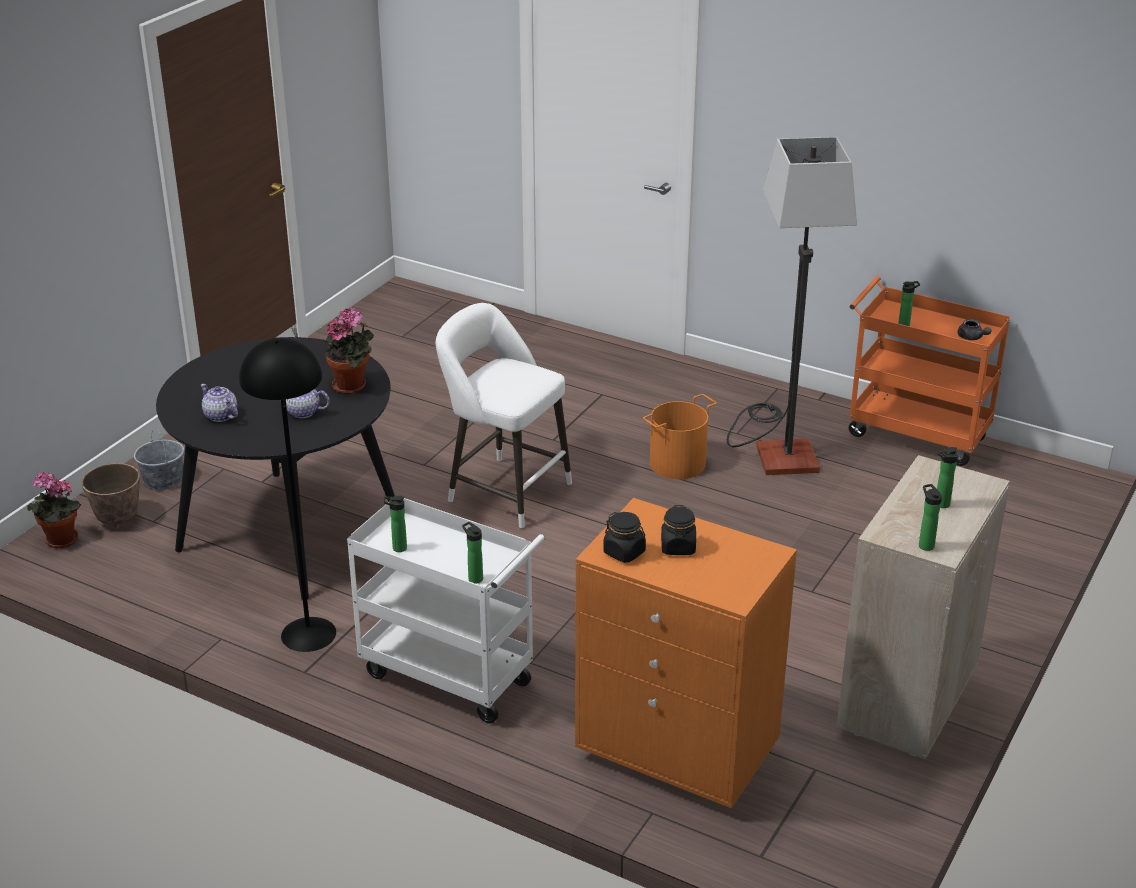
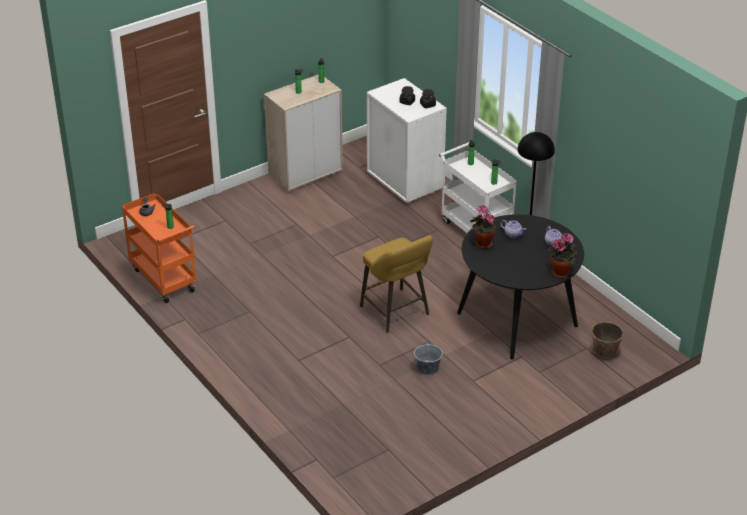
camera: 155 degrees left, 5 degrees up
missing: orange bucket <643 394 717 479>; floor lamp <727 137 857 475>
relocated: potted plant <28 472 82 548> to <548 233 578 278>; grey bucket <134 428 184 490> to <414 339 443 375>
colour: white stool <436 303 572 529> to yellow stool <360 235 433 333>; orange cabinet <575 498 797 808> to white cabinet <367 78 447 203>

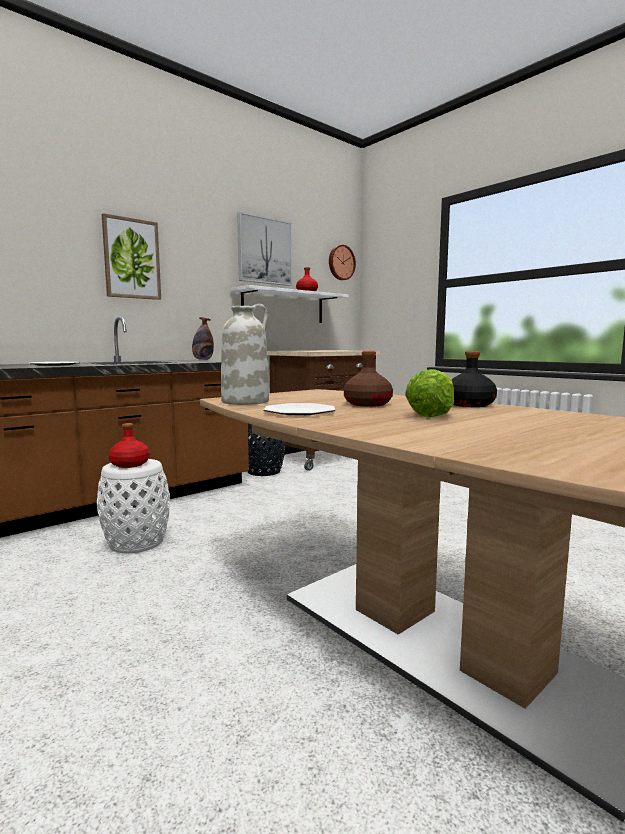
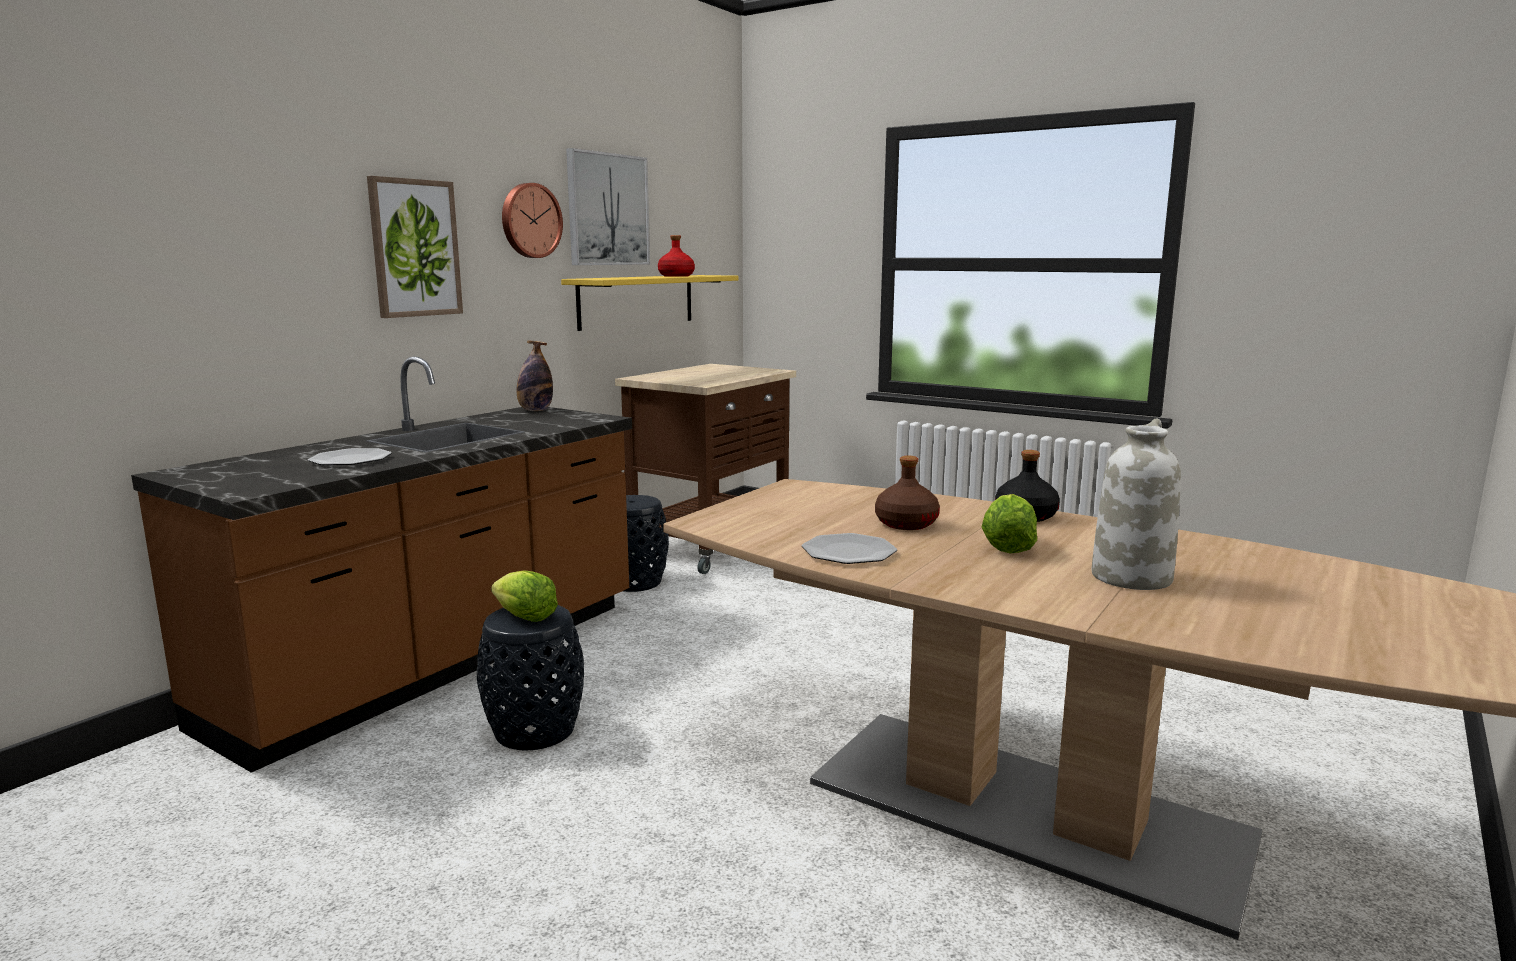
camera: 15 degrees left, 5 degrees up
relocated: white vase <221 304 269 405> to <1092 418 1181 590>; wall clock <329 245 356 280> to <502 183 563 258>
exchanged: red bottle <108 423 150 468> to lettuce <491 570 558 622>
colour: white stool <97 459 170 553> to black stool <477 605 584 750>; white shelf <231 285 349 323> to yellow shelf <561 275 738 331>

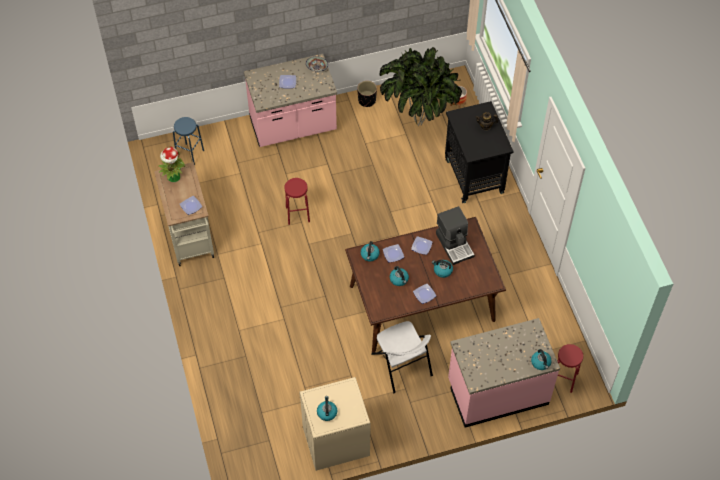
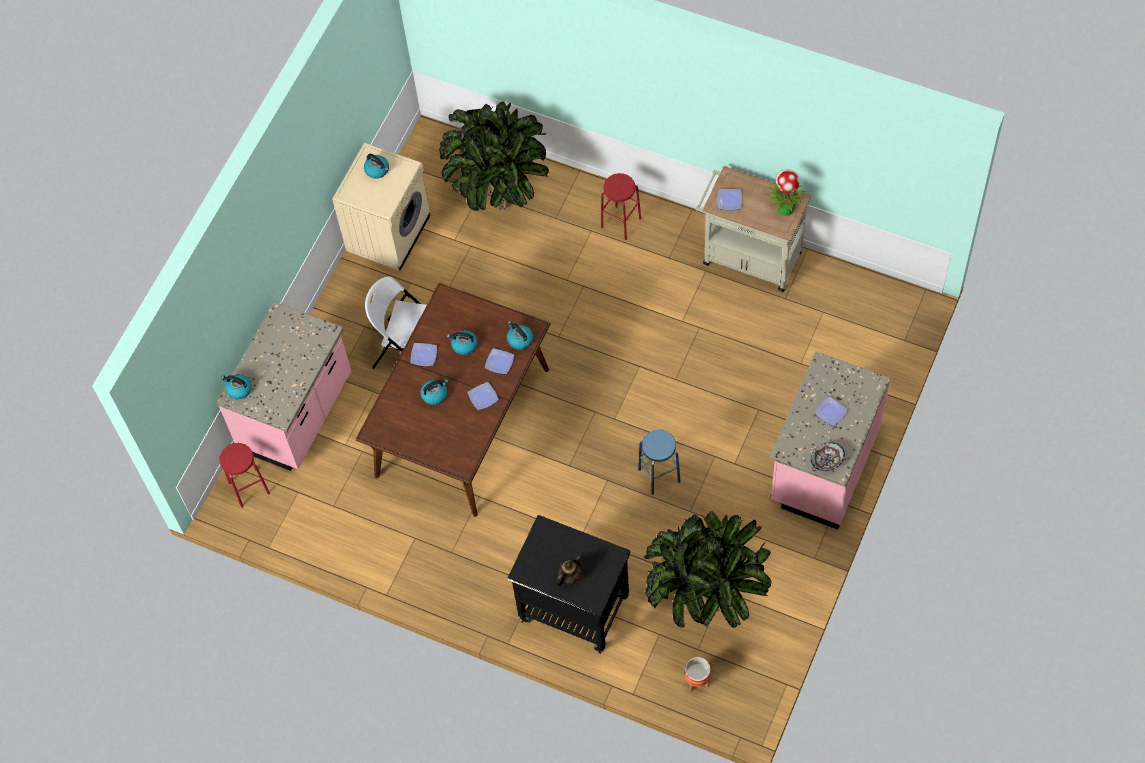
camera: 135 degrees right, 5 degrees up
missing: black planter <357 81 377 107>; coffee machine <436 206 475 265>
appeared: potted plant <439 101 549 211>
relocated: blue stool <173 117 204 165> to <638 430 680 495>; red stool <284 178 310 225> to <601 173 641 240>

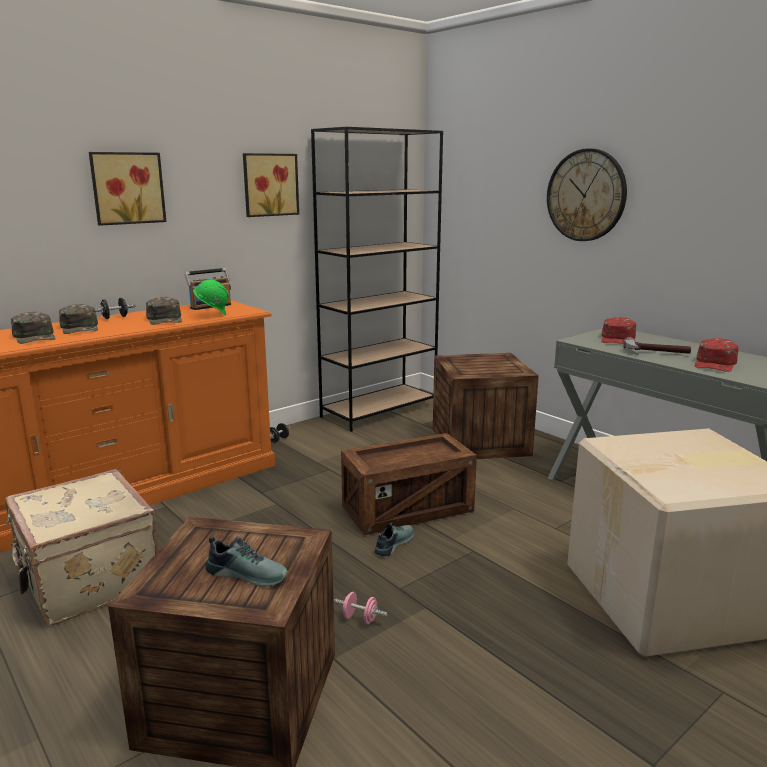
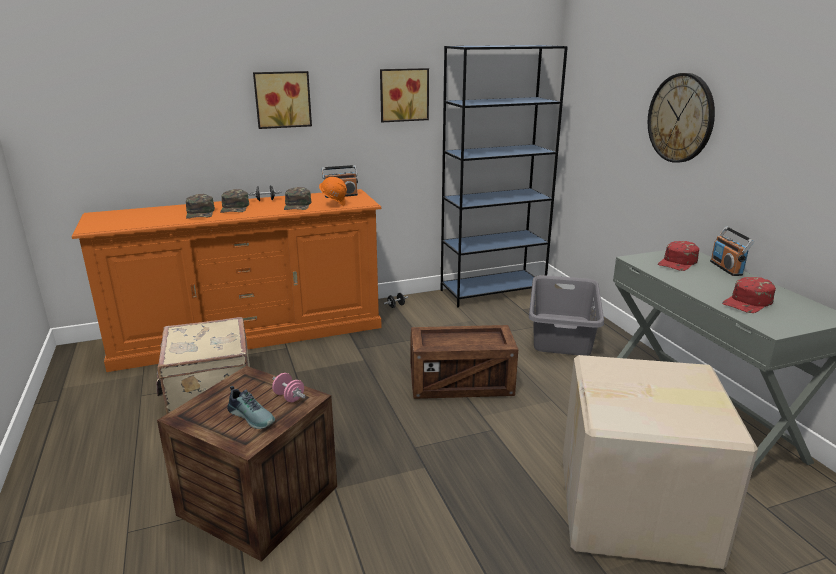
camera: 20 degrees right, 5 degrees up
missing: shoe <375 523 414 556>; hammer <623 337 691 355>
appeared: radio <710 226 754 276>
relocated: pink dumbbell <334 592 387 624> to <272 373 305 402>
exchanged: crate <433 353 539 459> to grey laundry basket <529 275 604 356>
colour: green hard hat <193 280 229 316> to orange hard hat <319 177 347 206>; beige bookcase <311 127 443 432> to blue bookcase <441 45 568 307>

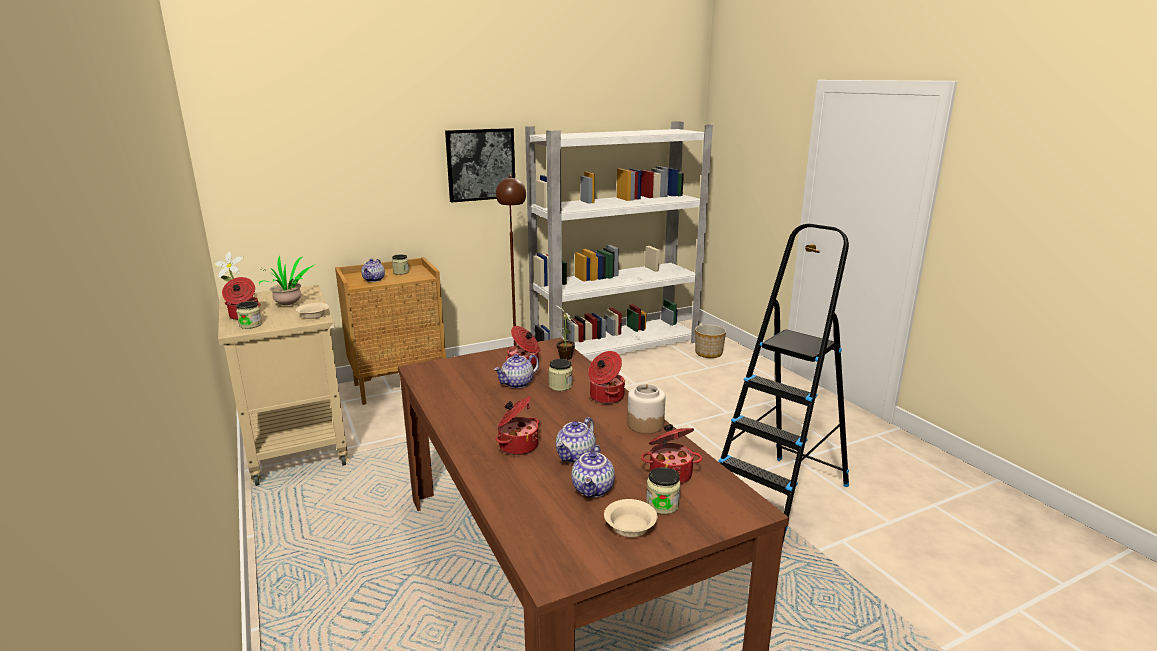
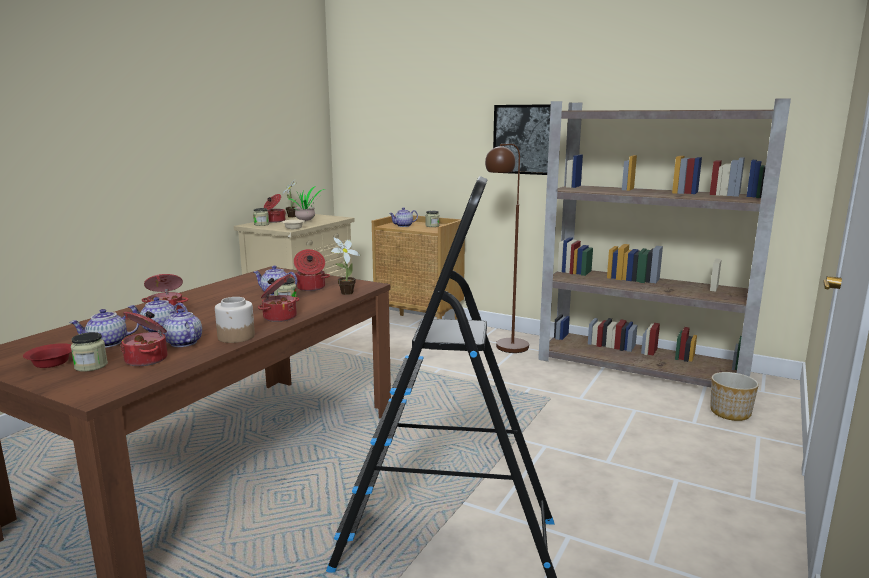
camera: 55 degrees right, 5 degrees down
appeared: teapot <163 308 202 347>
colour: white bookcase <525 121 713 360> to brown bookcase <538 98 791 387>; beige bowl <604 499 657 538> to red bowl <23 343 72 368>

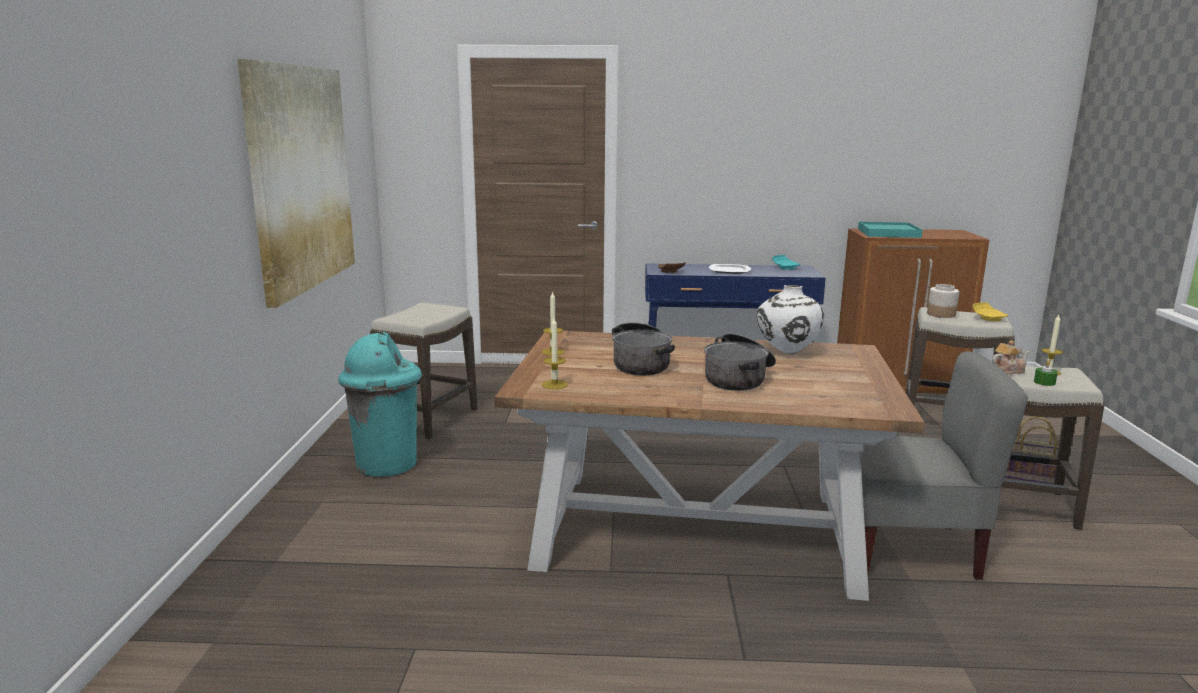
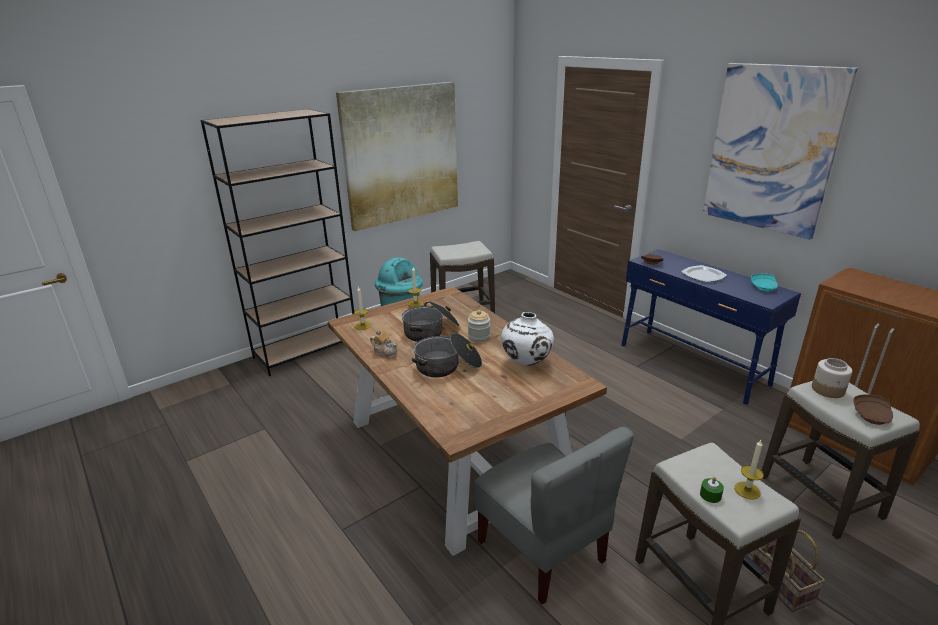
camera: 50 degrees right, 10 degrees up
missing: turquoise tray <858 222 923 238>
appeared: beige bookcase <201 109 355 376>; jar <468 310 490 342>; picture <703 63 858 240>
relocated: teapot <992 340 1030 375> to <370 330 397 359>
colour: yellow plate <973 302 1008 321> to brown plate <854 394 893 425>

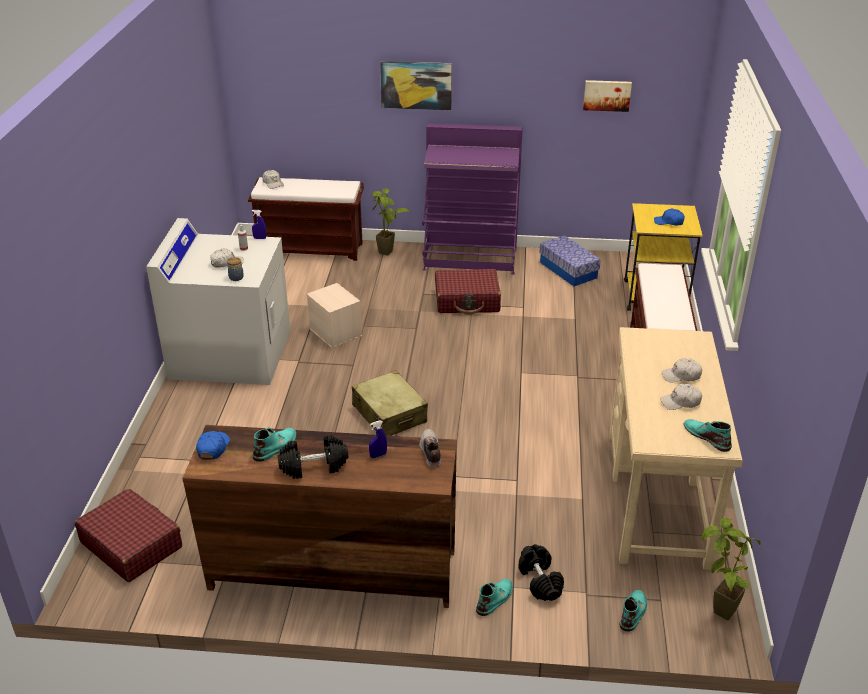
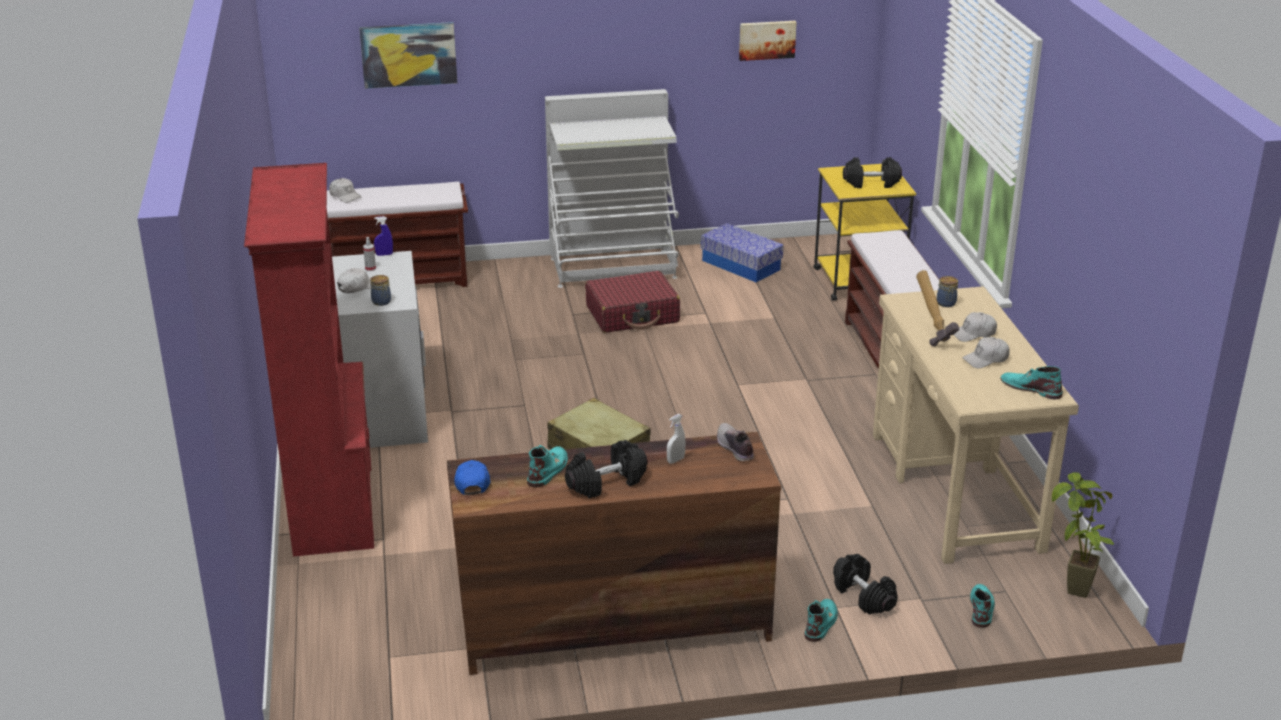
camera: 15 degrees left, 5 degrees down
missing: red suitcase <75 488 182 582>; beige storage box <307 283 362 348>; potted plant <372 188 410 256>
appeared: red bookcase <244 163 374 557>; hammer <916 270 959 346>; jar <937 276 958 307>
relocated: picture <380 61 452 110> to <359 22 457 89>
exchanged: blue cap <654 208 685 226> to black dumbbell <843 157 902 188>
colour: blue spray bottle <369 420 387 458> to white spray bottle <667 414 686 464>; purple shoe rack <422 123 523 275> to white shoe rack <545 89 679 288>

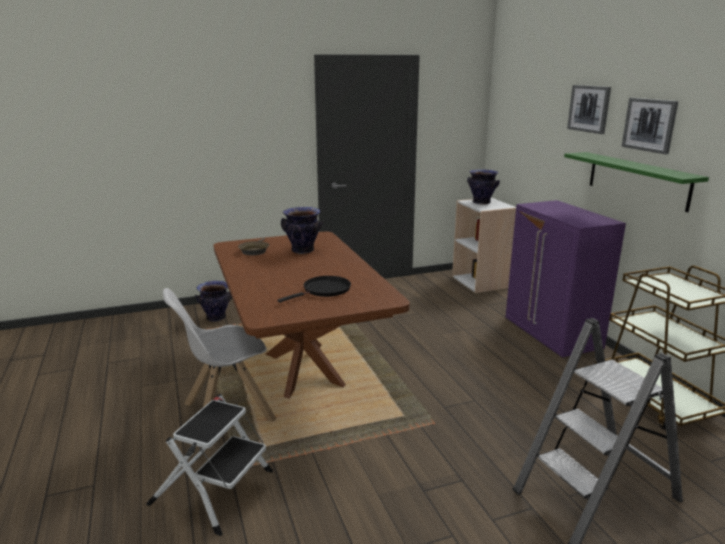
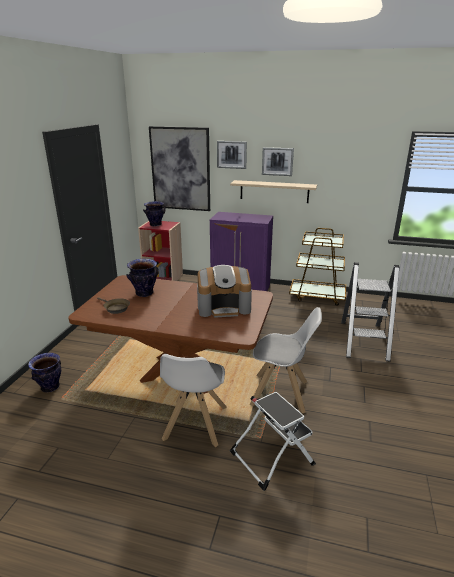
camera: 55 degrees left, 5 degrees up
appeared: picture <149 126 210 211>; chair <250 307 322 413>
exchanged: black frying pan <277 276 351 303> to coffee machine <197 265 252 318>
colour: white bookcase <452 198 516 293> to red bookcase <138 221 183 281>; green shelf <564 152 709 212> to beige shelf <230 180 317 203>

